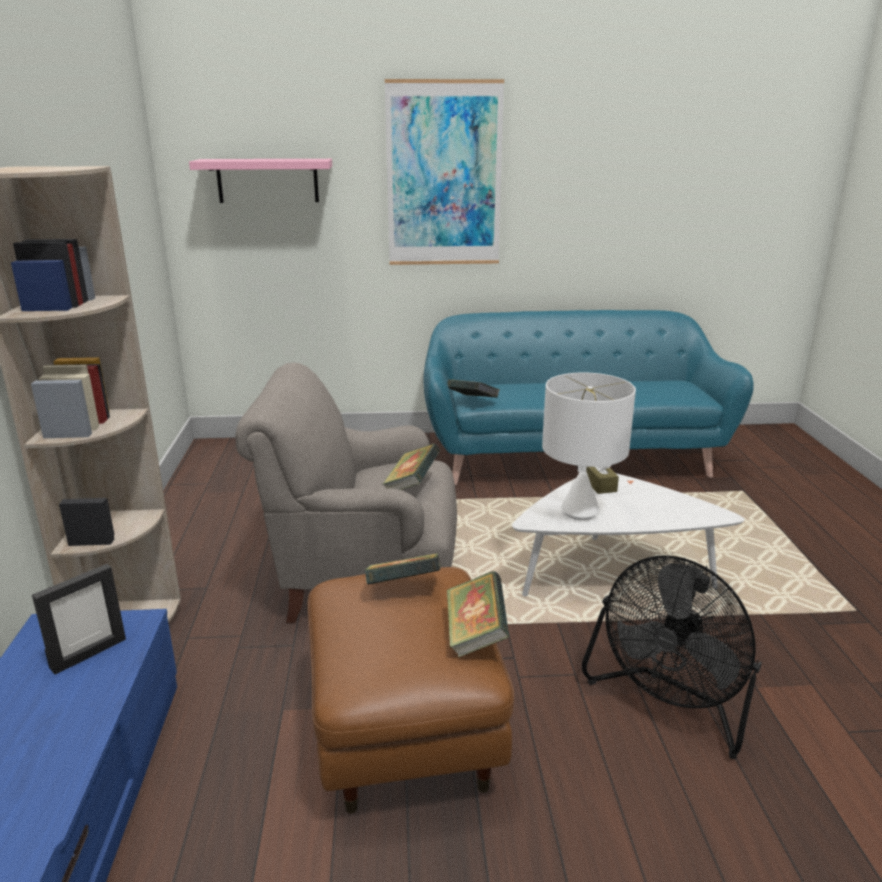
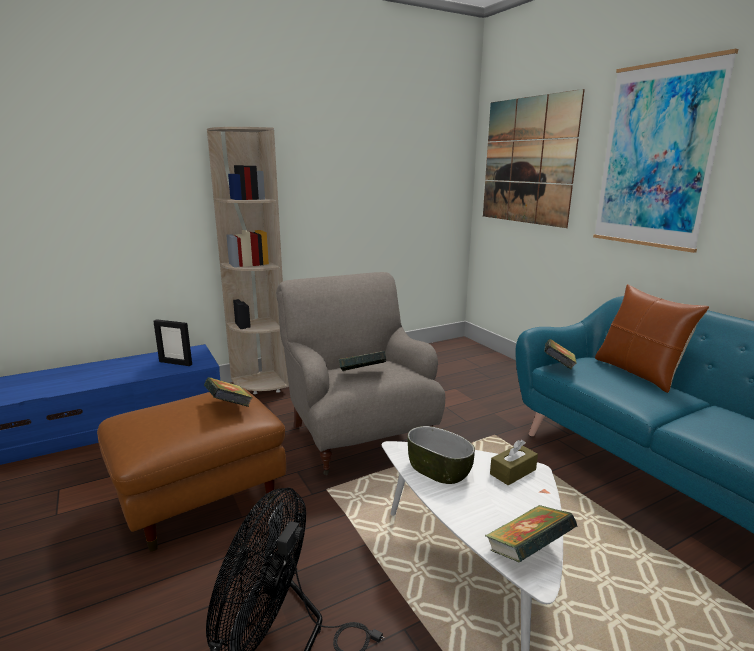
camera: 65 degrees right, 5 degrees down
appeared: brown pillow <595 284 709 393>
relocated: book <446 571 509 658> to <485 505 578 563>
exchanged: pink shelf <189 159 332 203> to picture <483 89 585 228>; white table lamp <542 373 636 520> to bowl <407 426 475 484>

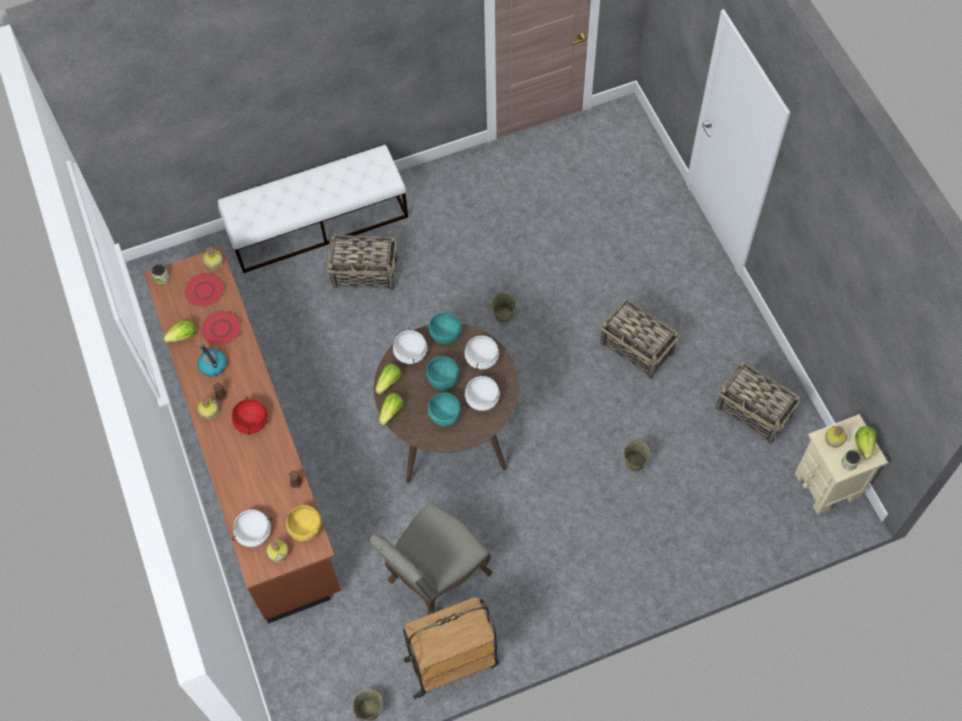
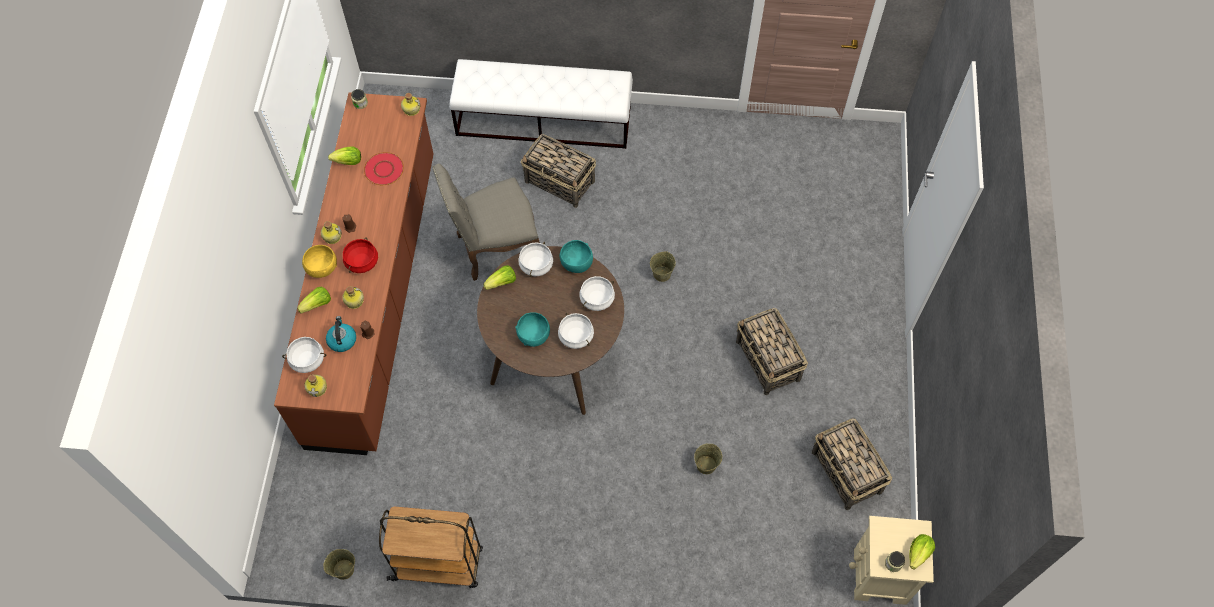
camera: 25 degrees right, 0 degrees up
missing: red plate <184 273 224 307>; turquoise bowl <426 356 459 390>
relocated: kettle <197 344 227 377> to <326 316 356 352>; yellow bowl <286 505 321 541> to <302 245 337 278>; grey chair <369 501 492 615> to <432 163 540 281>; lettuce <379 393 404 425> to <297 287 331 314>; bottle <825 426 847 448> to <342 286 364 309>

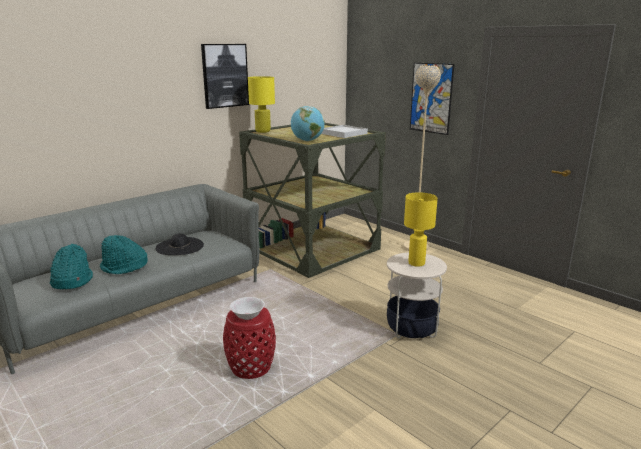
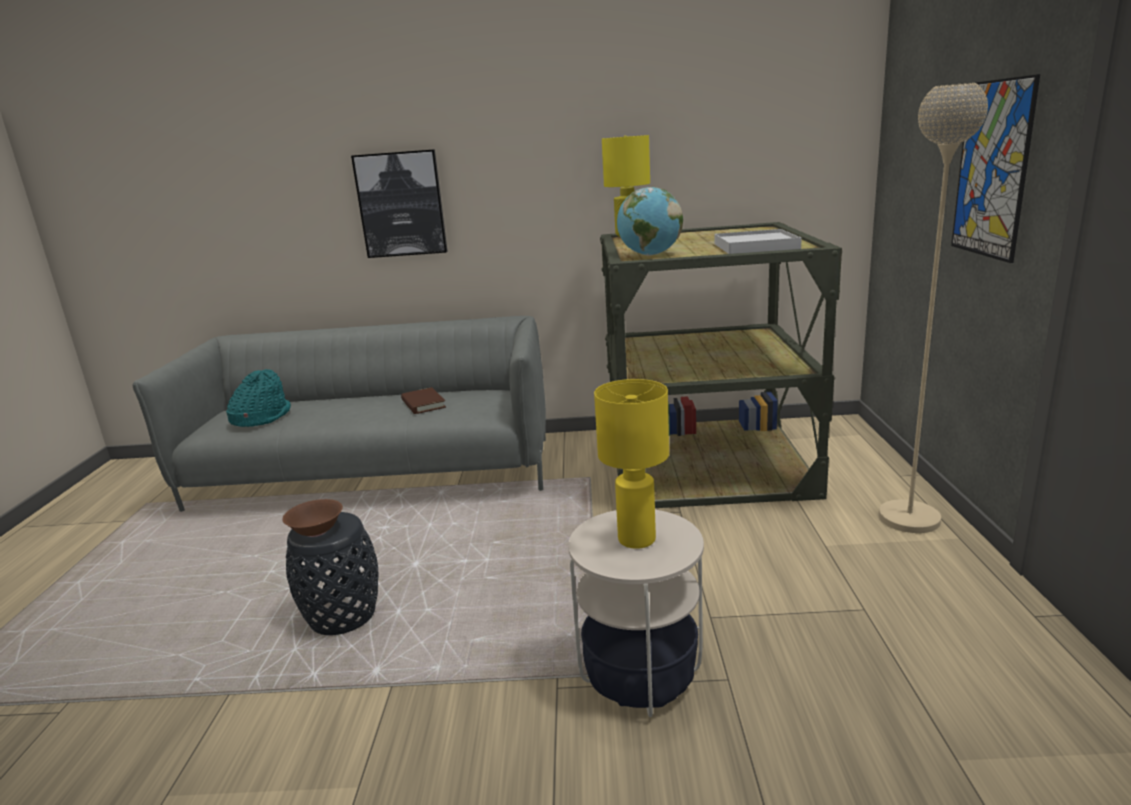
camera: 45 degrees right, 0 degrees up
missing: turquoise hat <100 235 148 274>
relocated: picture <201 44 249 109> to <351 149 448 258>
exchanged: black hat <156 233 204 255> to brown book <401 387 446 414>
colour: red stool <223 307 276 379> to black stool <286 512 378 635>; white bowl <230 297 265 320> to brown bowl <282 499 343 537>

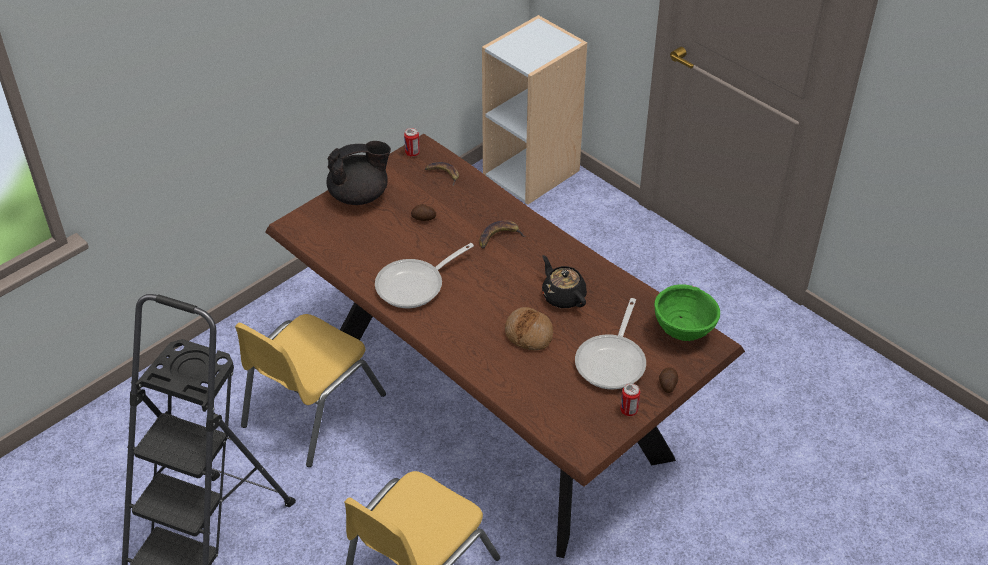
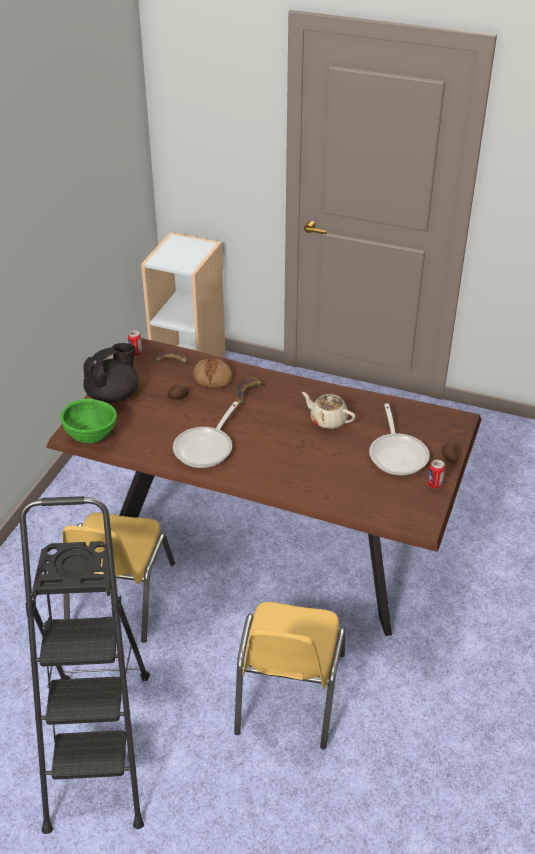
camera: 25 degrees left, 5 degrees down
relocated: bread <505 307 553 350> to <193 359 233 388>; green bowl <654 284 720 341> to <60 398 117 443>
colour: black teapot <542 255 587 308> to beige teapot <302 392 356 429>

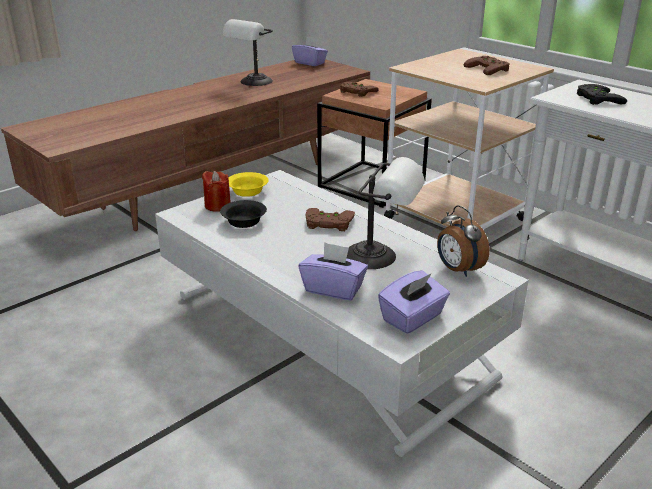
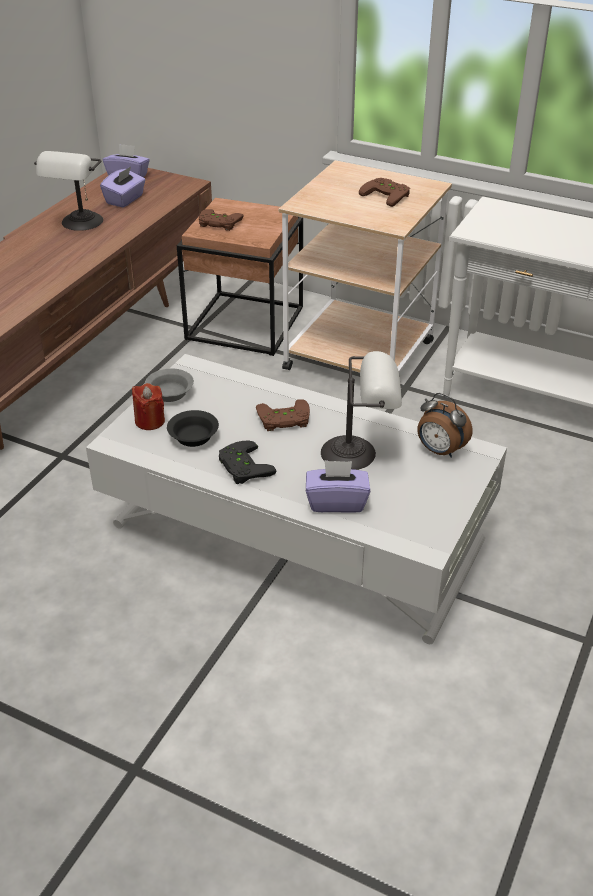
camera: 20 degrees left, 10 degrees up
relocated: purple tissue box <378 270 450 334> to <100 167 145 207>; black game controller <577 84 627 105> to <219 440 277 484>
colour: yellow bowl <228 172 269 197> to grey bowl <145 369 194 402>

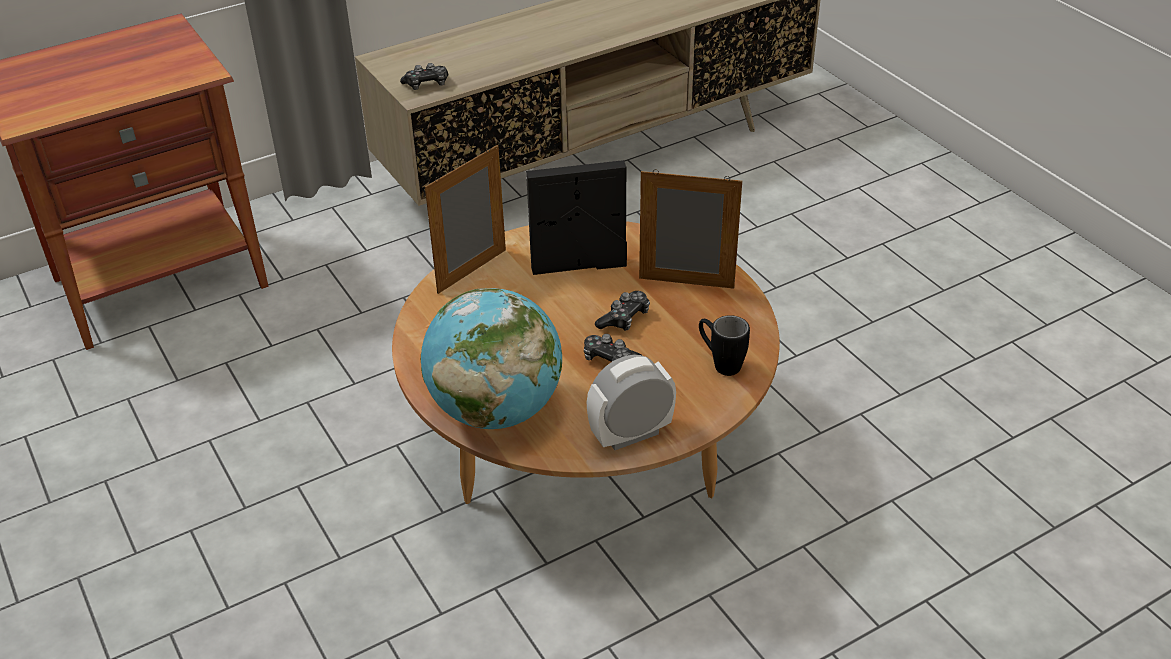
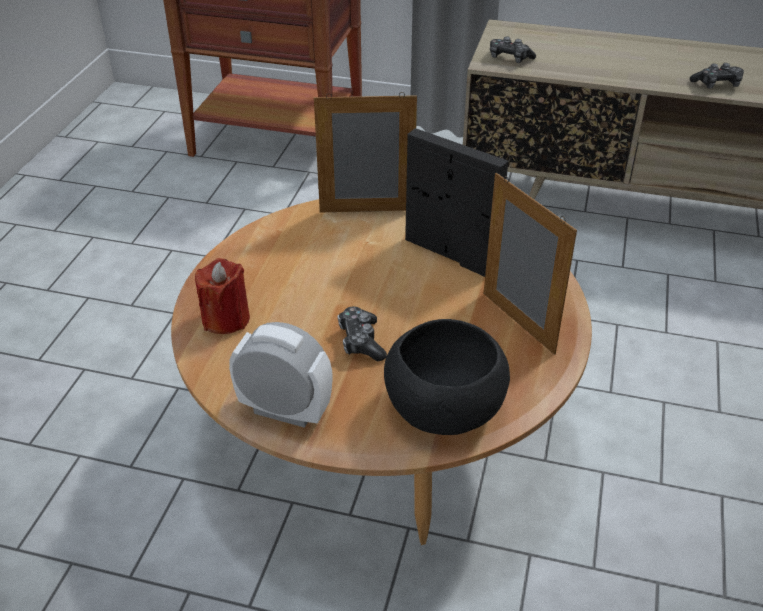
camera: 45 degrees right, 0 degrees up
relocated: game controller <595 291 650 331> to <690 63 744 89>
exchanged: globe <421 288 562 429> to red candle <195 258 250 334>; black mug <699 315 750 376> to black bowl <384 319 510 435>

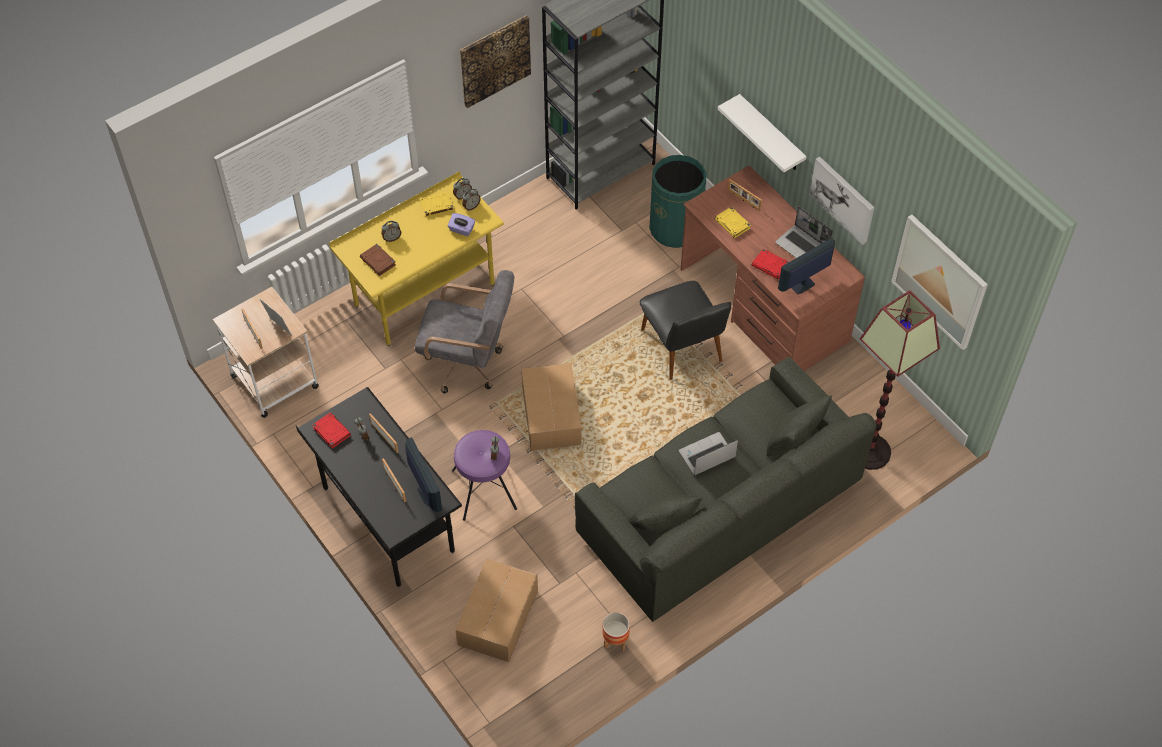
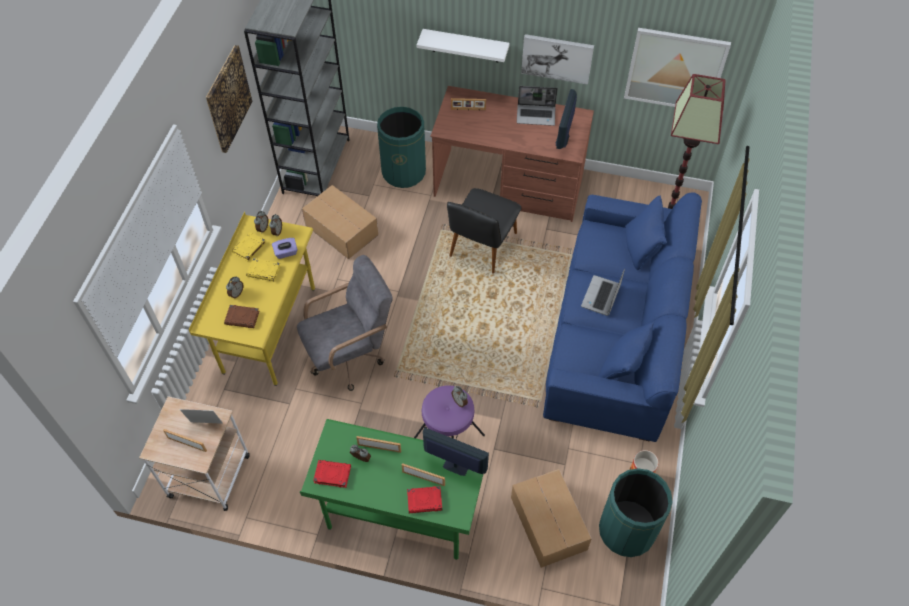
camera: 40 degrees left, 0 degrees up
appeared: green trash can <599 468 673 557>
relocated: cardboard box <521 363 581 451> to <302 185 378 259>; yellow book <715 207 751 238> to <246 258 281 282>; red book <752 249 789 279> to <407 486 442 513>
colour: black desk <296 387 462 587> to green desk <300 419 483 560>; grey sofa <575 357 877 622> to blue sofa <543 192 702 442>
spun: black chair <640 281 731 380> = <447 188 522 274> 90 degrees clockwise

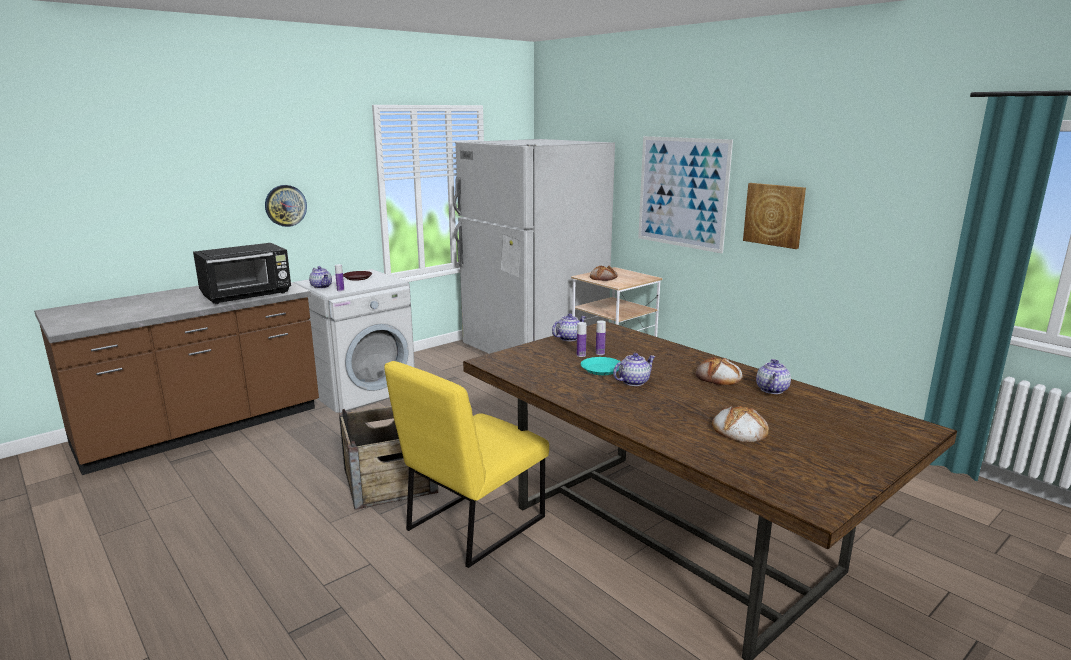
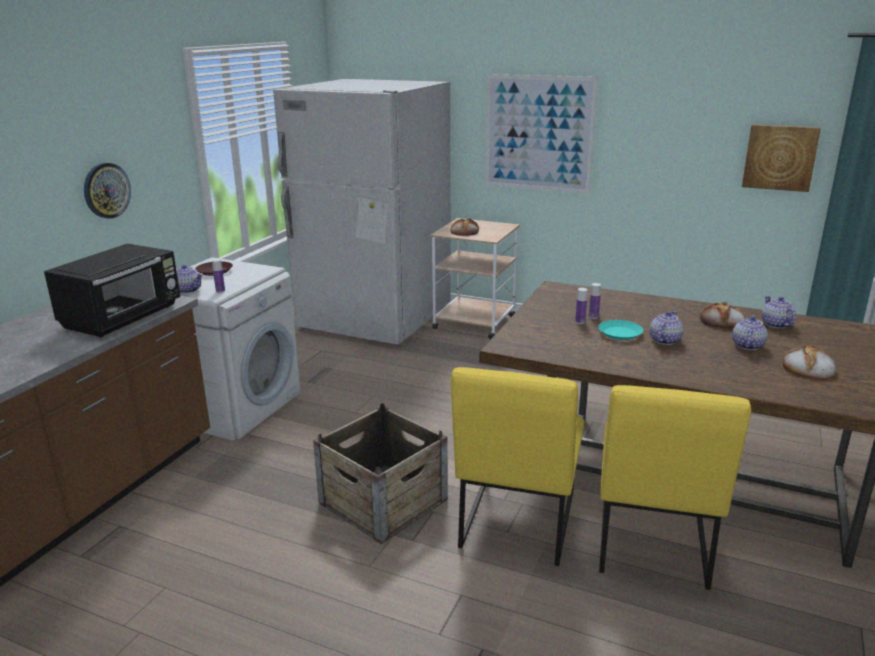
camera: 25 degrees left, 5 degrees up
appeared: yellow chair <599 385 751 590>
relocated: teapot <552 313 586 341> to <732 315 768 350>; picture <743 183 806 249> to <742 125 821 192>

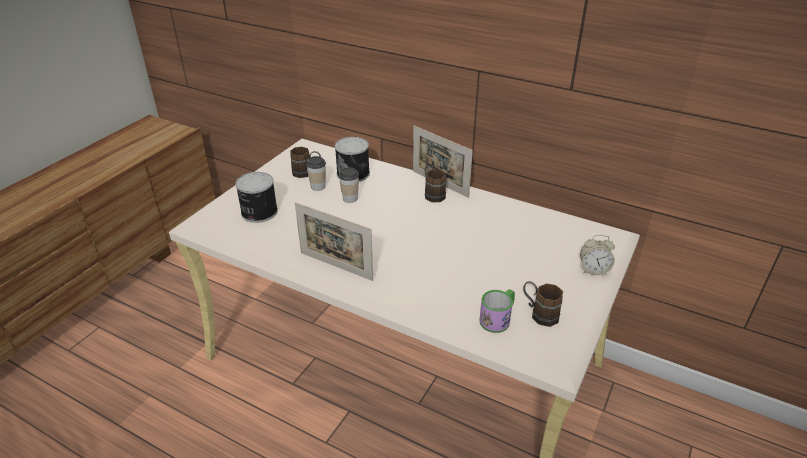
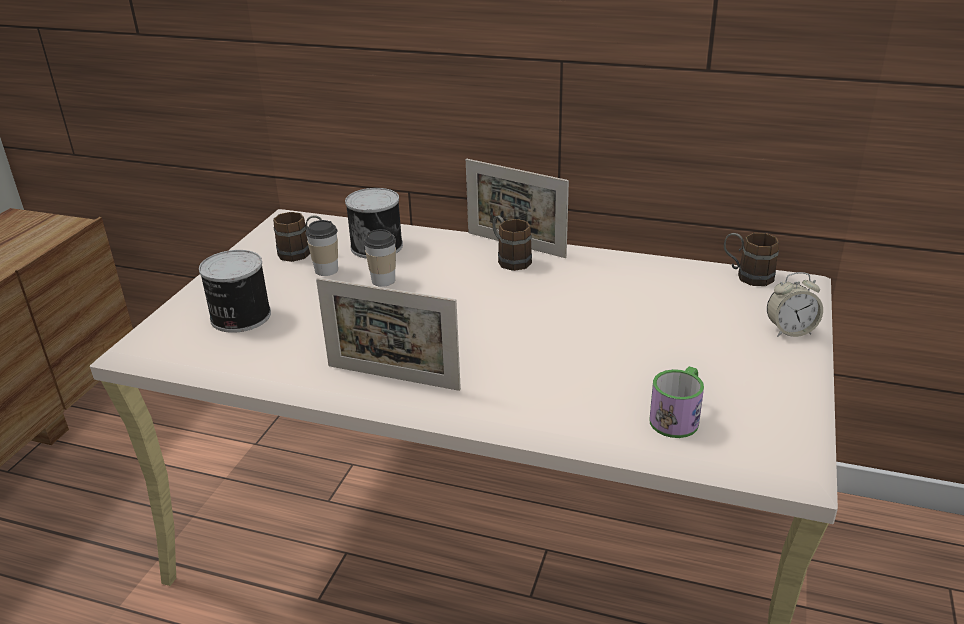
camera: 10 degrees left, 5 degrees down
relocated: brown mug <523 281 563 327> to <724 233 779 286>

